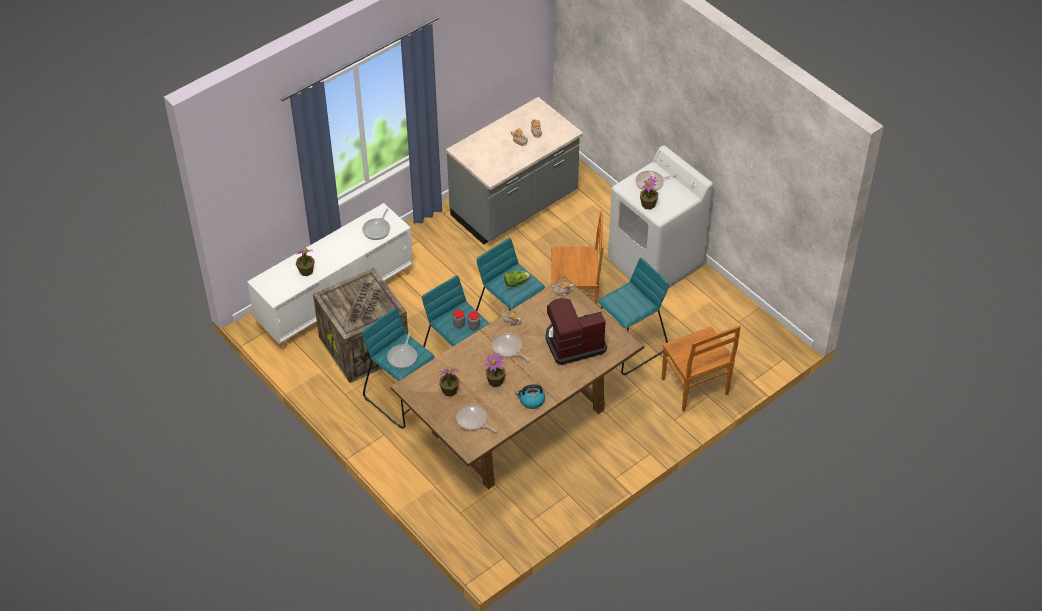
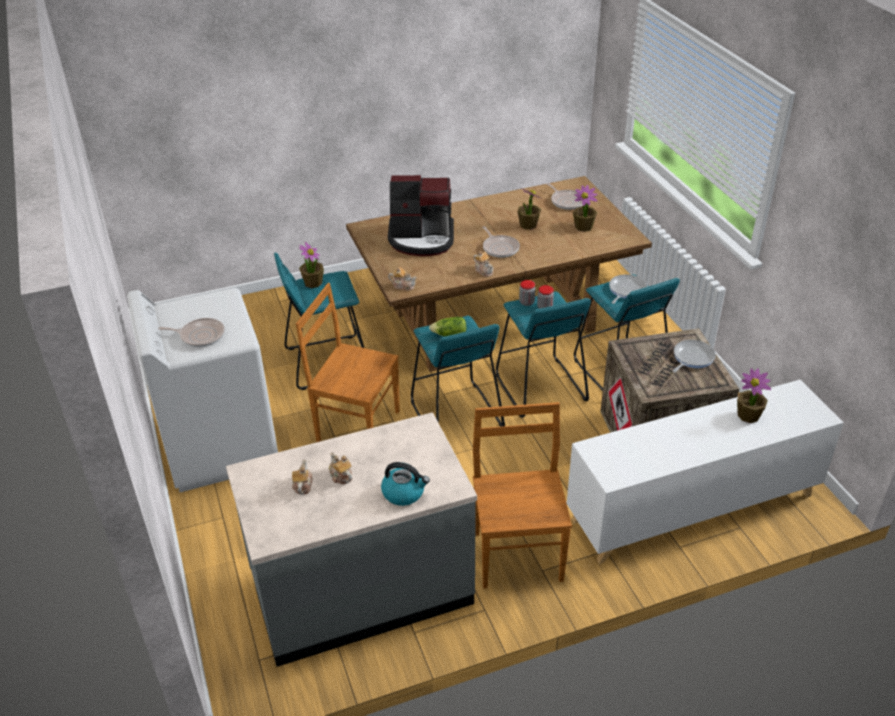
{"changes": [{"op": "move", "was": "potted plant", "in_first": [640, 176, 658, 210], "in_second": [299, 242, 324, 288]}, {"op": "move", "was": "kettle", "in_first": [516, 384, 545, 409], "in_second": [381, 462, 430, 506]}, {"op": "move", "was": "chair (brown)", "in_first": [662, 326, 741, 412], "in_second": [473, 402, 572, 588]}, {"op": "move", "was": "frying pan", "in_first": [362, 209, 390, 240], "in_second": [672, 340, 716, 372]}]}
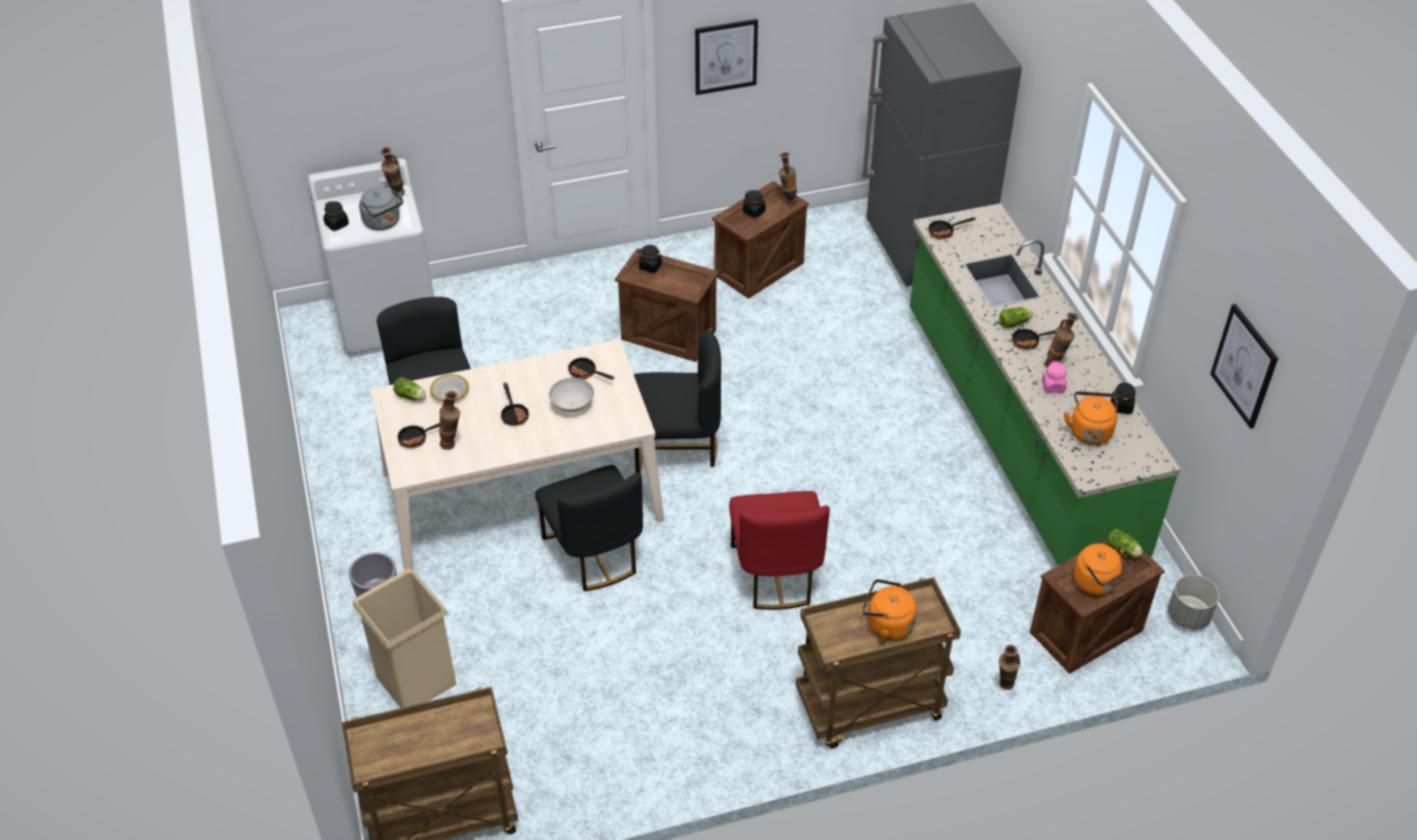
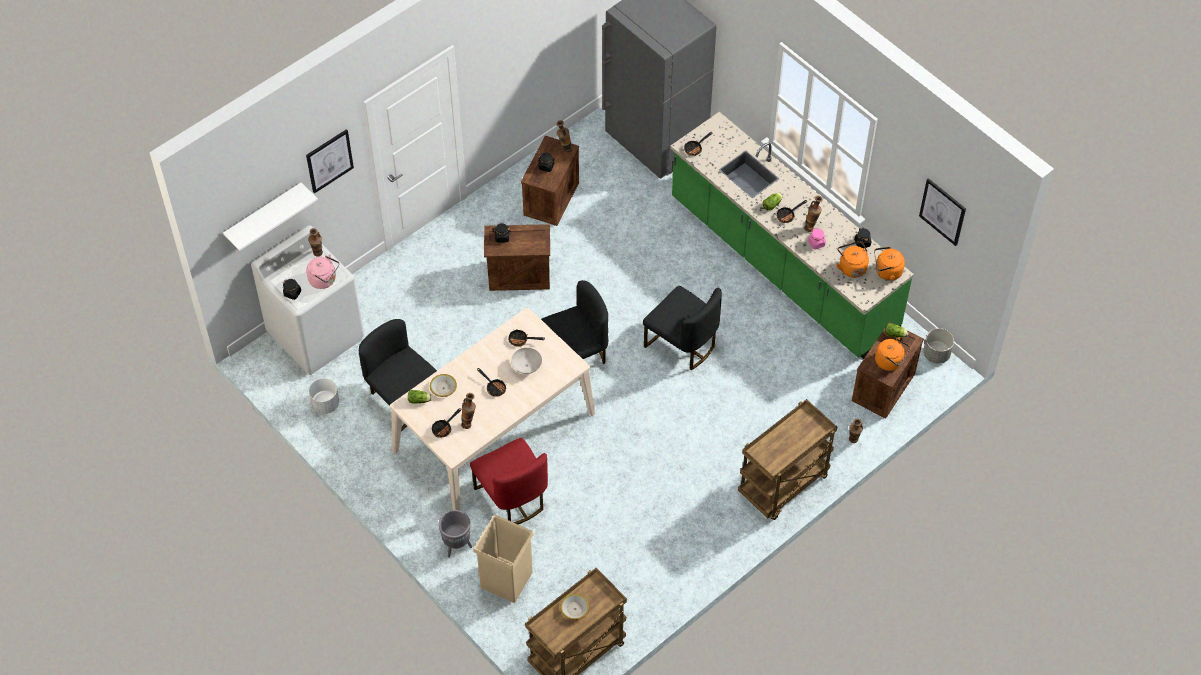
{"changes": [{"op": "insert", "now": "shelf (white)", "in_second": [223, 182, 318, 251]}, {"op": "move", "was": "picture", "in_first": [695, 19, 758, 95], "in_second": [306, 129, 354, 194]}, {"op": "recolor", "was": "kettle (grey)", "now": "kettle (pink)", "in_first": [359, 187, 403, 231], "in_second": [306, 254, 339, 289]}, {"op": "insert", "now": "planter (white)", "in_second": [309, 378, 339, 414]}, {"op": "move", "was": "chair (red)", "in_first": [729, 491, 830, 610], "in_second": [470, 438, 548, 524]}, {"op": "insert", "now": "bowl", "in_second": [560, 594, 589, 620]}, {"op": "move", "was": "chair (black)", "in_first": [535, 465, 643, 591], "in_second": [643, 286, 722, 370]}, {"op": "move", "was": "kettle (orange)", "in_first": [862, 579, 917, 640], "in_second": [874, 247, 905, 281]}]}
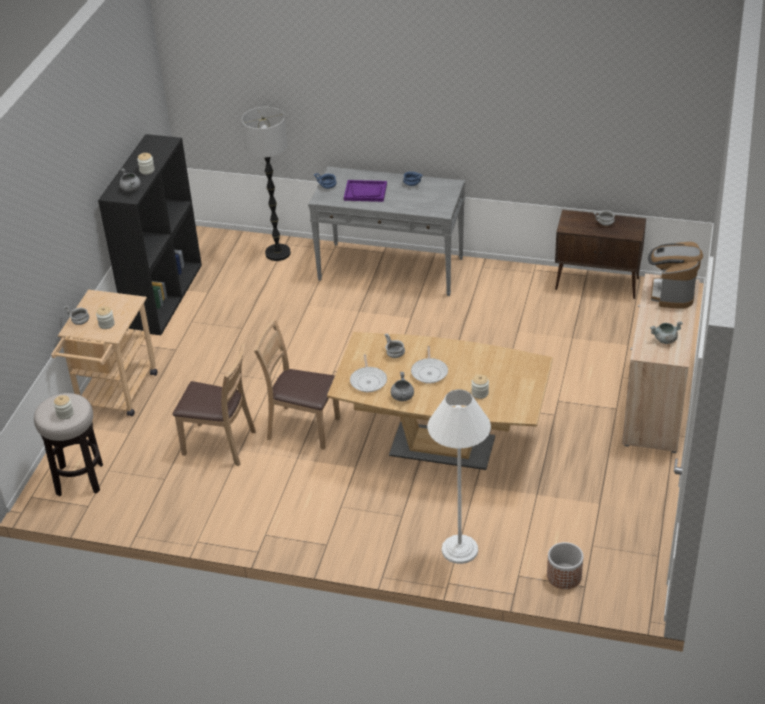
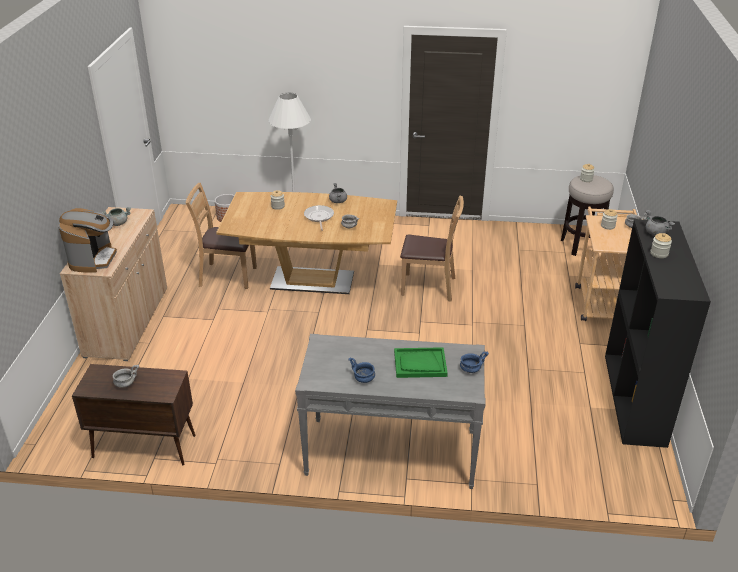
{"changes": [{"op": "move", "was": "chair (brown)", "in_first": [173, 344, 256, 466], "in_second": [186, 183, 257, 289]}, {"op": "recolor", "was": "tray (purple)", "now": "tray (green)", "in_first": [344, 180, 387, 202], "in_second": [394, 347, 448, 378]}, {"op": "delete", "was": "floor lamp", "in_first": [242, 107, 291, 261]}, {"op": "delete", "was": "frying pan", "in_first": [350, 354, 387, 392]}]}
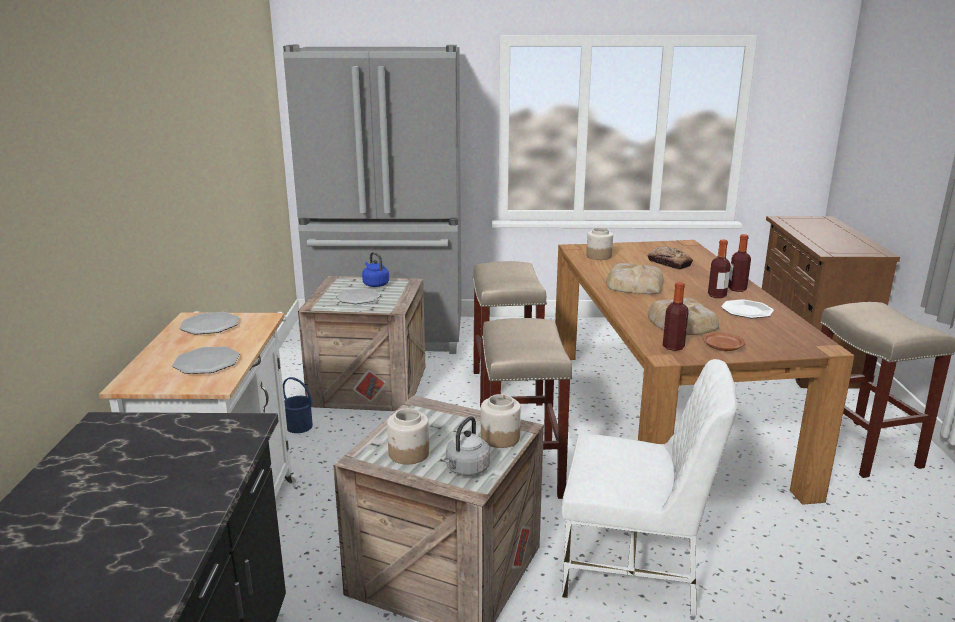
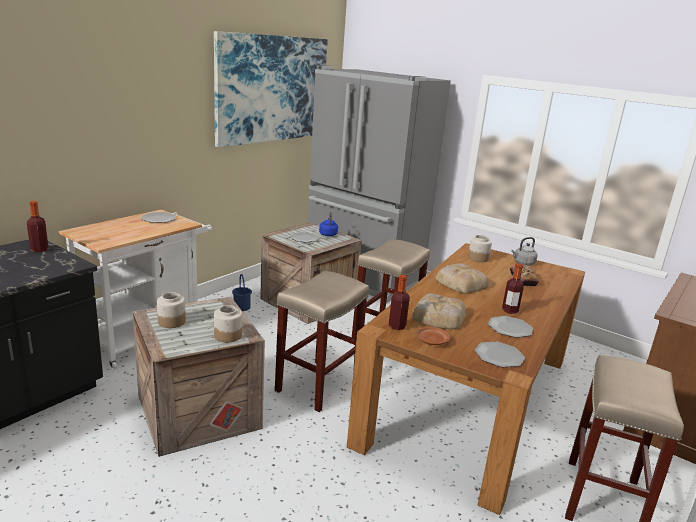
{"changes": [{"op": "move", "was": "bottle", "in_first": [728, 234, 751, 292], "in_second": [27, 201, 49, 252]}, {"op": "insert", "now": "picture", "in_second": [214, 31, 328, 148]}, {"op": "move", "was": "plate", "in_first": [172, 346, 240, 374], "in_second": [474, 342, 525, 367]}, {"op": "move", "was": "kettle (grey)", "in_first": [444, 416, 490, 476], "in_second": [511, 237, 538, 265]}, {"op": "delete", "was": "chair (white)", "in_first": [561, 359, 737, 616]}]}
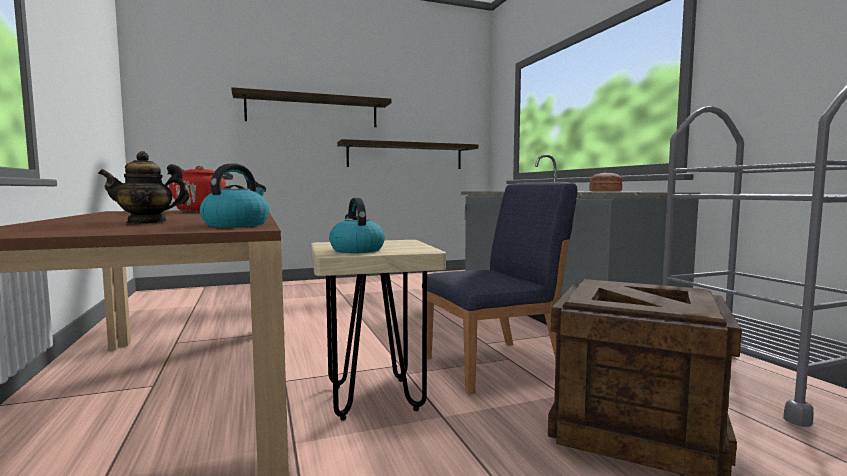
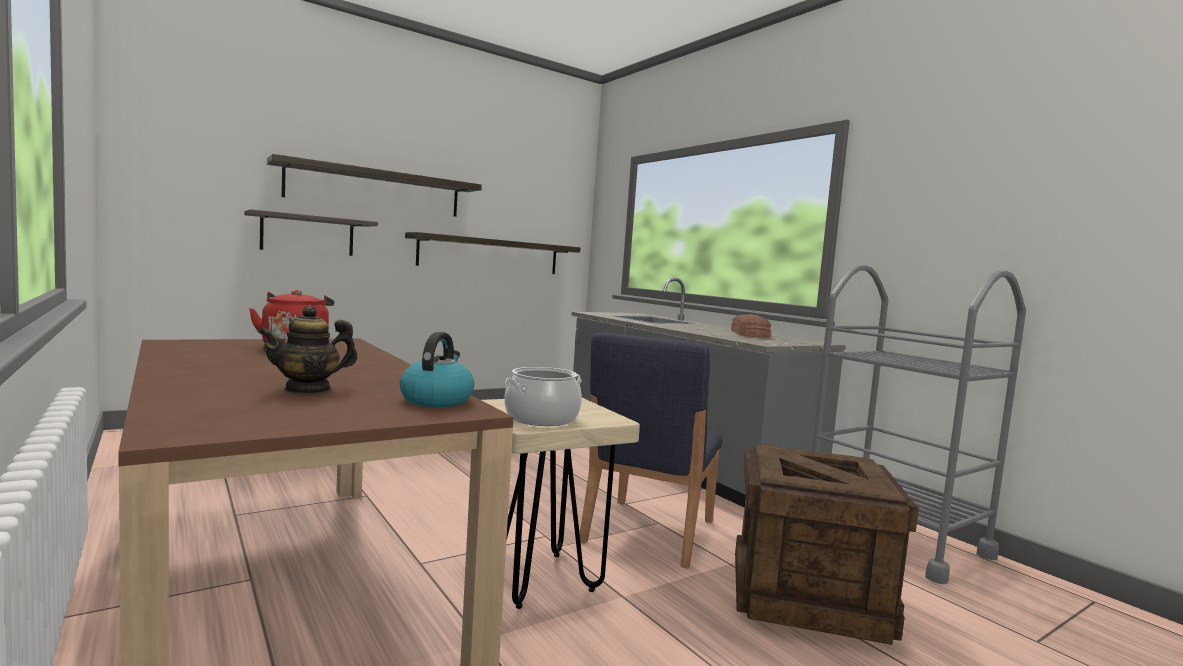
{"changes": [{"op": "insert", "now": "shelf", "in_second": [244, 209, 378, 256]}, {"op": "replace", "was": "kettle", "now": "cooking pot", "in_first": [329, 198, 385, 253], "in_second": [504, 367, 582, 426]}, {"op": "rotate", "was": "chair (blue)", "in_first": [427, 182, 577, 394], "in_second": [580, 333, 723, 569], "clockwise": 150}]}
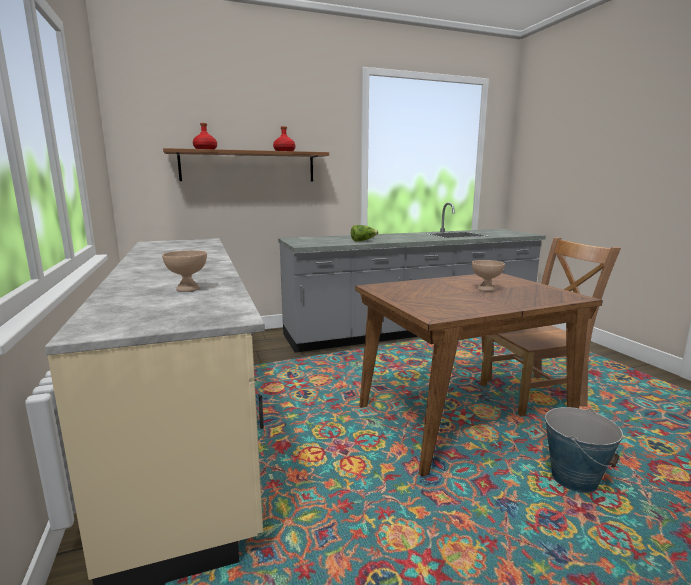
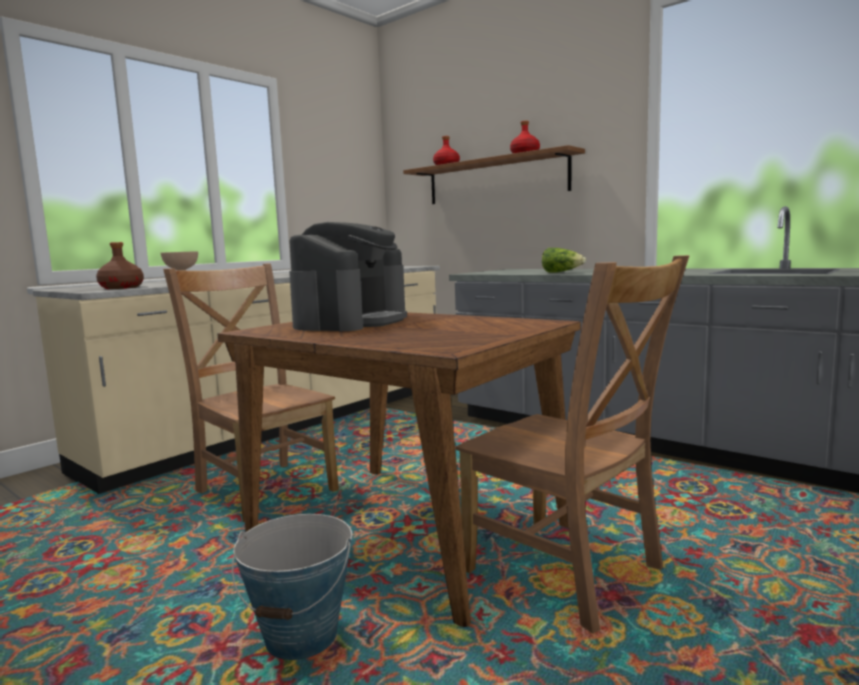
{"changes": [{"op": "insert", "now": "bottle (brown)", "in_second": [96, 242, 144, 289]}, {"op": "insert", "now": "chair (brown)", "in_second": [163, 263, 339, 523]}, {"op": "insert", "now": "coffee machine", "in_second": [289, 222, 407, 331]}, {"op": "delete", "was": "bowl (beige)", "in_first": [472, 260, 505, 291]}]}
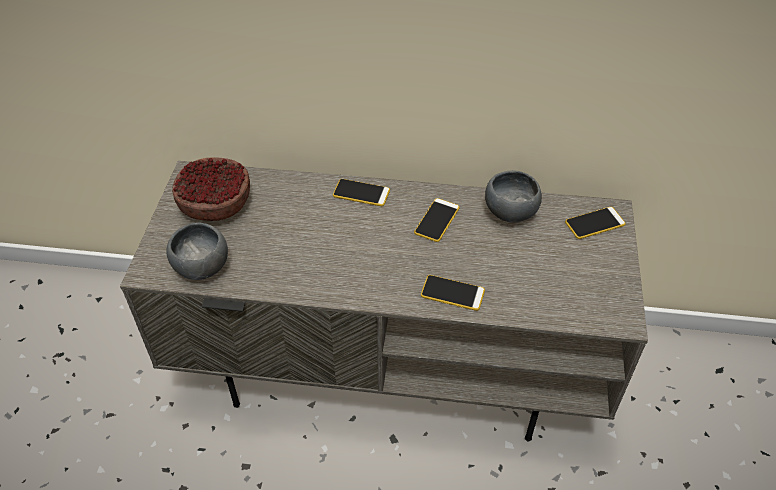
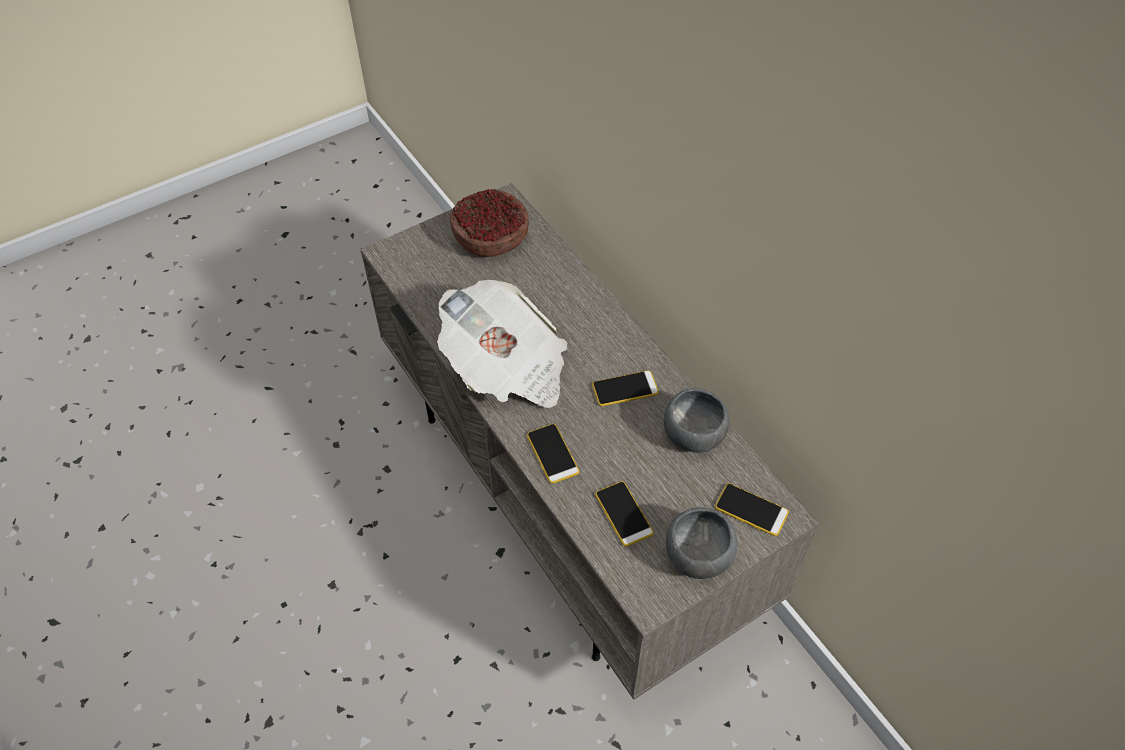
{"changes": [{"op": "insert", "now": "newspaper", "in_second": [437, 280, 567, 408]}, {"op": "move", "was": "phone", "in_first": [333, 179, 390, 206], "in_second": [595, 481, 654, 546]}, {"op": "move", "was": "bowl (grey)", "in_first": [167, 222, 228, 280], "in_second": [666, 507, 737, 579]}]}
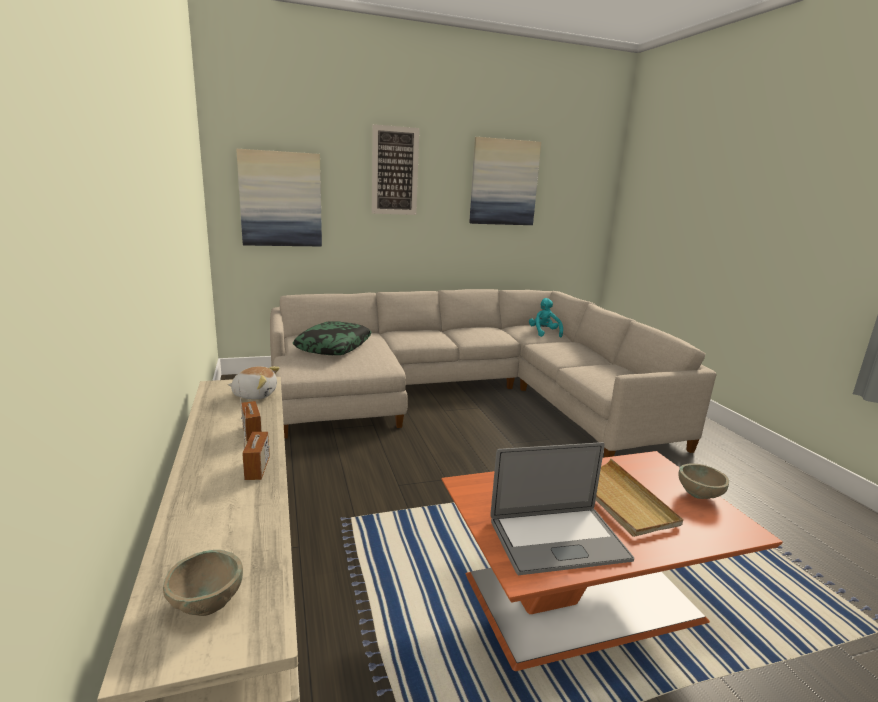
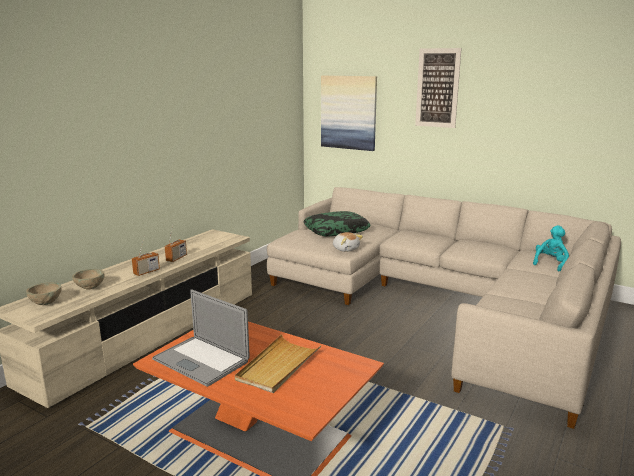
{"changes": [{"op": "move", "was": "bowl (beige)", "in_first": [678, 463, 729, 499], "in_second": [72, 269, 105, 290]}, {"op": "move", "was": "plush toy", "in_first": [228, 366, 280, 400], "in_second": [333, 232, 363, 252]}, {"op": "delete", "was": "picture", "in_first": [469, 137, 541, 225]}]}
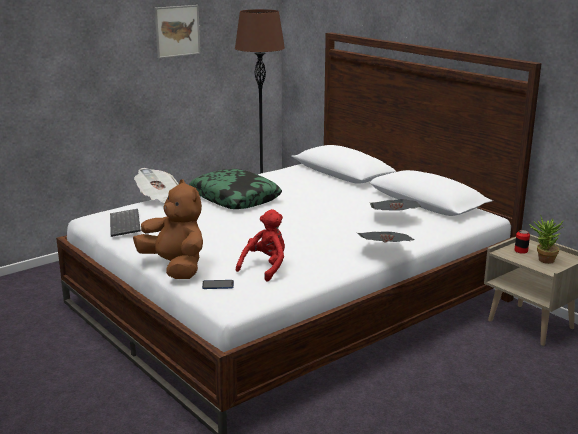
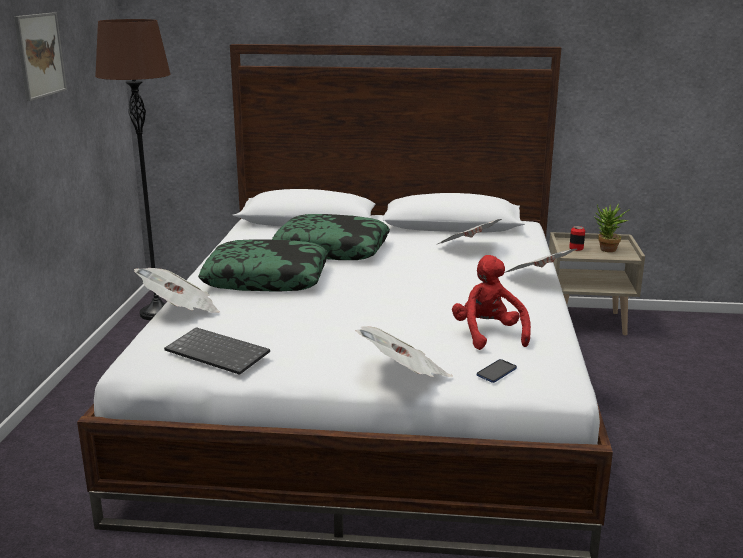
{"changes": [{"op": "insert", "now": "pillow", "in_second": [272, 214, 390, 260]}, {"op": "replace", "was": "plush toy (brown)", "now": "newspaper", "in_first": [133, 179, 203, 279], "in_second": [355, 326, 453, 377]}]}
